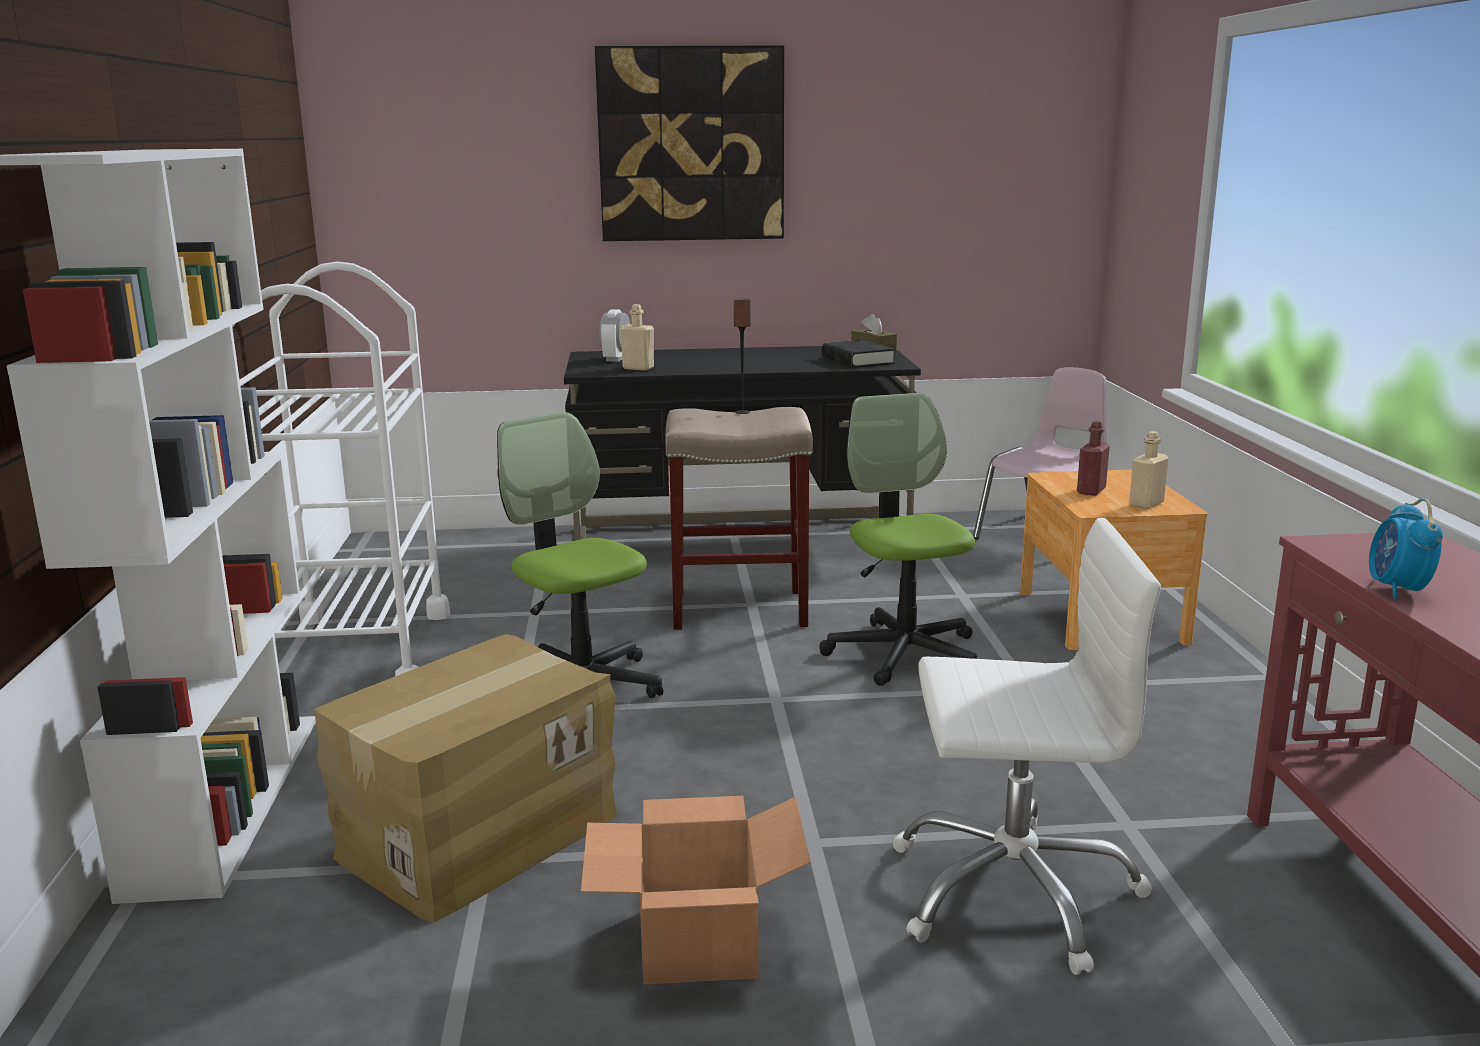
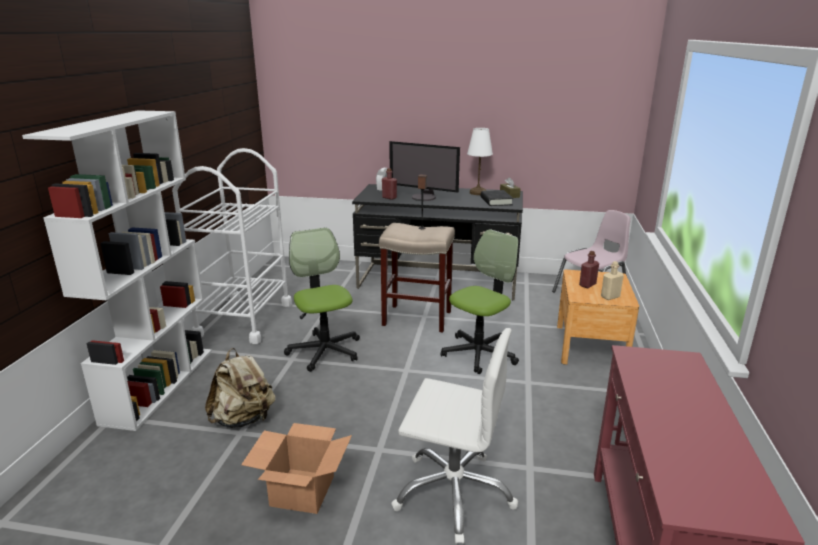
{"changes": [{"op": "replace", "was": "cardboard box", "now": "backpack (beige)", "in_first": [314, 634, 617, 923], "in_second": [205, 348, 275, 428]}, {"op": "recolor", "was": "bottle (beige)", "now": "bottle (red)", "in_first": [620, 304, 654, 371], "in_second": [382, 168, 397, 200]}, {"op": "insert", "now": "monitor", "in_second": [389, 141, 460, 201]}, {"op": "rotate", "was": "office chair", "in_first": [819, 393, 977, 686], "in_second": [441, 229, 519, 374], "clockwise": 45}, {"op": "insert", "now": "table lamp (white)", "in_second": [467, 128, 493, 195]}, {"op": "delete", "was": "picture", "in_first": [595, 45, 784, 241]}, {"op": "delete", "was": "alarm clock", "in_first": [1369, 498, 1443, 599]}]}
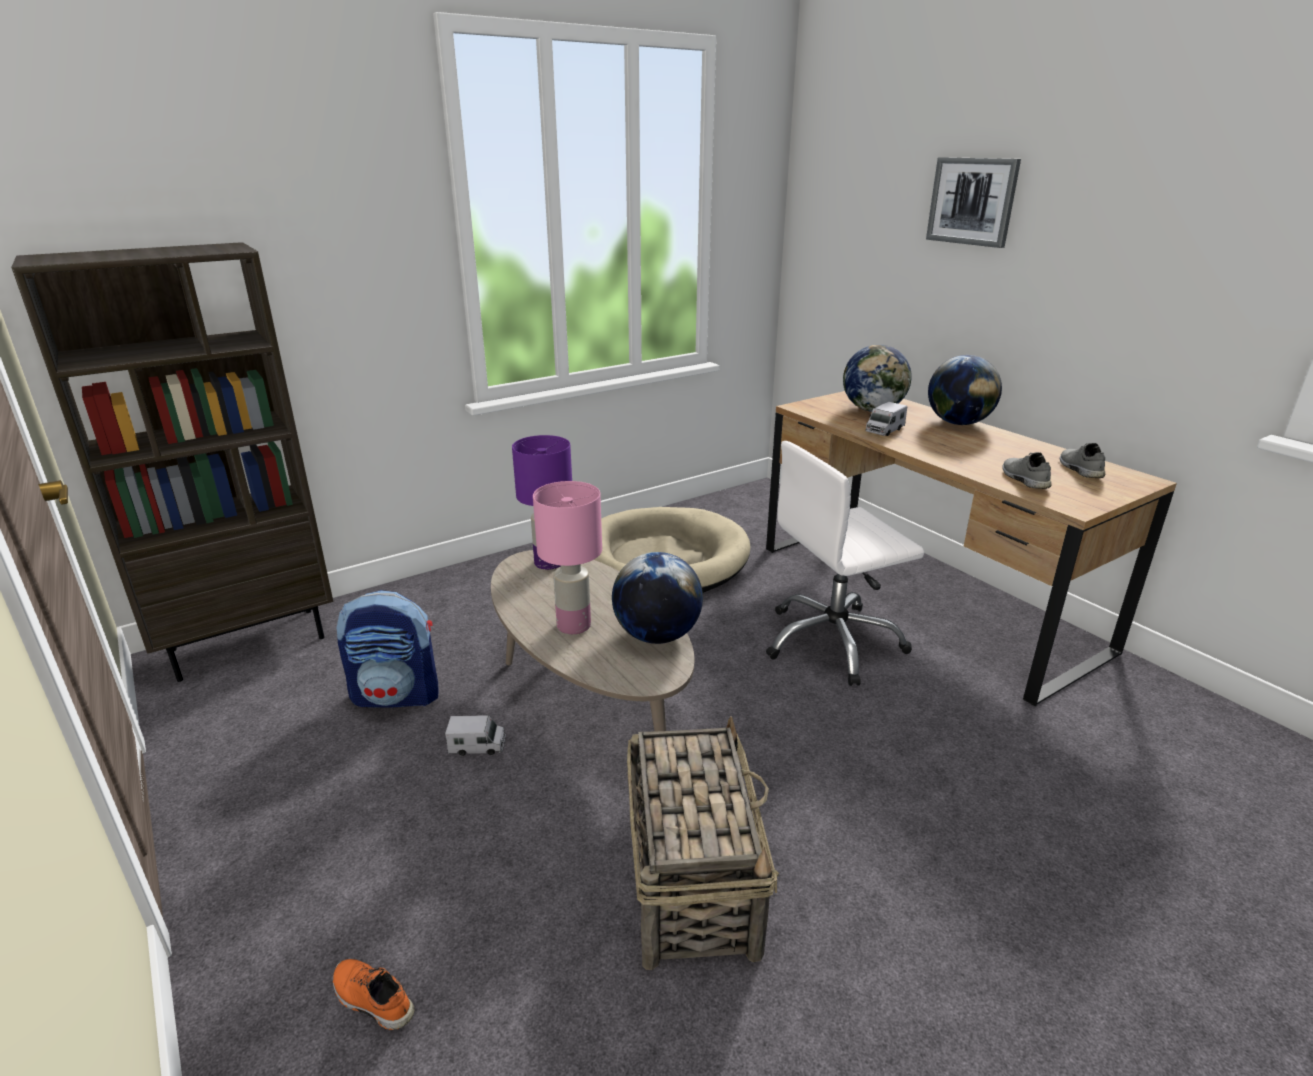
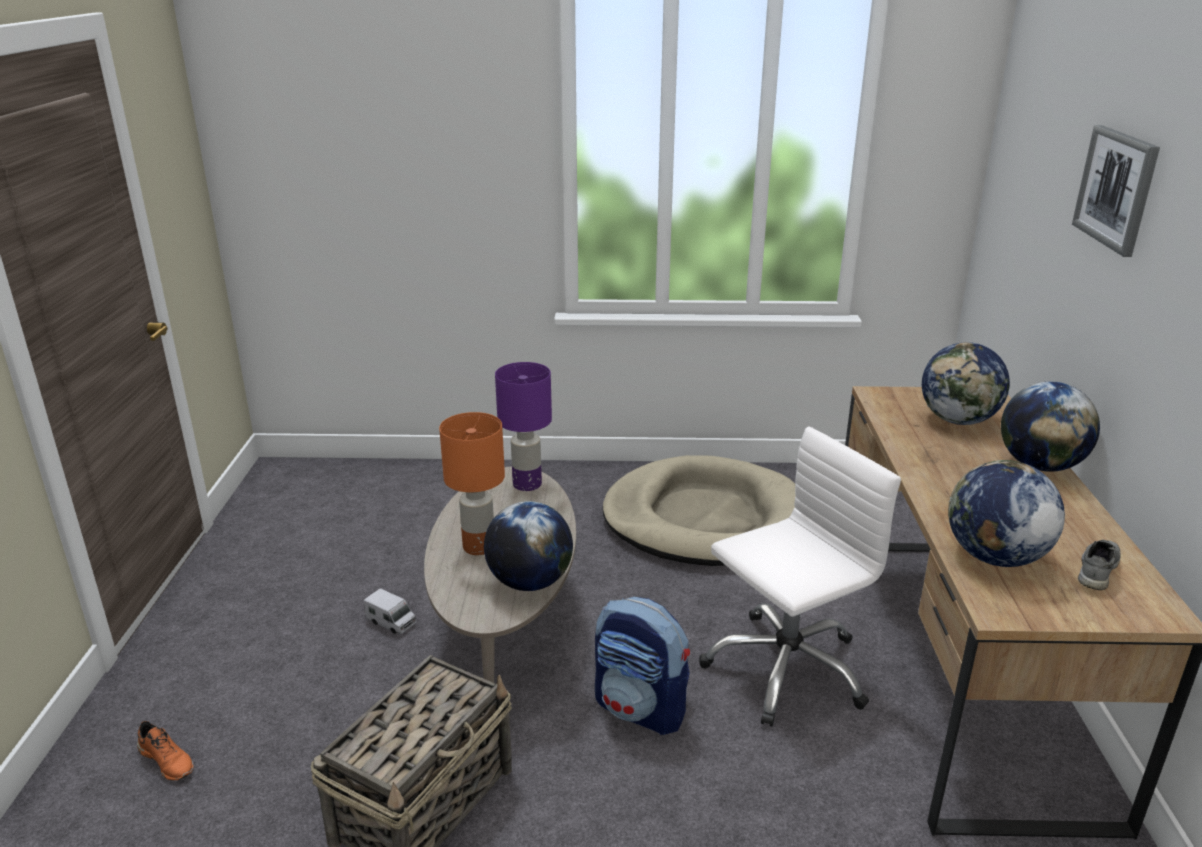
{"changes": [{"op": "rotate", "was": "shoe (orange)", "in_first": [333, 959, 415, 1030], "in_second": [137, 721, 194, 780], "clockwise": 150}, {"op": "recolor", "was": "table lamp (pink)", "now": "table lamp (orange)", "in_first": [533, 481, 602, 634], "in_second": [439, 412, 505, 555]}, {"op": "move", "was": "backpack", "in_first": [336, 590, 439, 708], "in_second": [595, 597, 690, 735]}, {"op": "rotate", "was": "office chair (white)", "in_first": [766, 441, 924, 686], "in_second": [699, 426, 901, 727], "clockwise": 135}, {"op": "replace", "was": "shoe (grey)", "now": "globe", "in_first": [1003, 452, 1052, 489], "in_second": [948, 460, 1065, 567]}, {"op": "delete", "was": "bookcase (brown)", "in_first": [11, 242, 333, 682]}, {"op": "delete", "was": "toy truck", "in_first": [865, 402, 907, 436]}]}
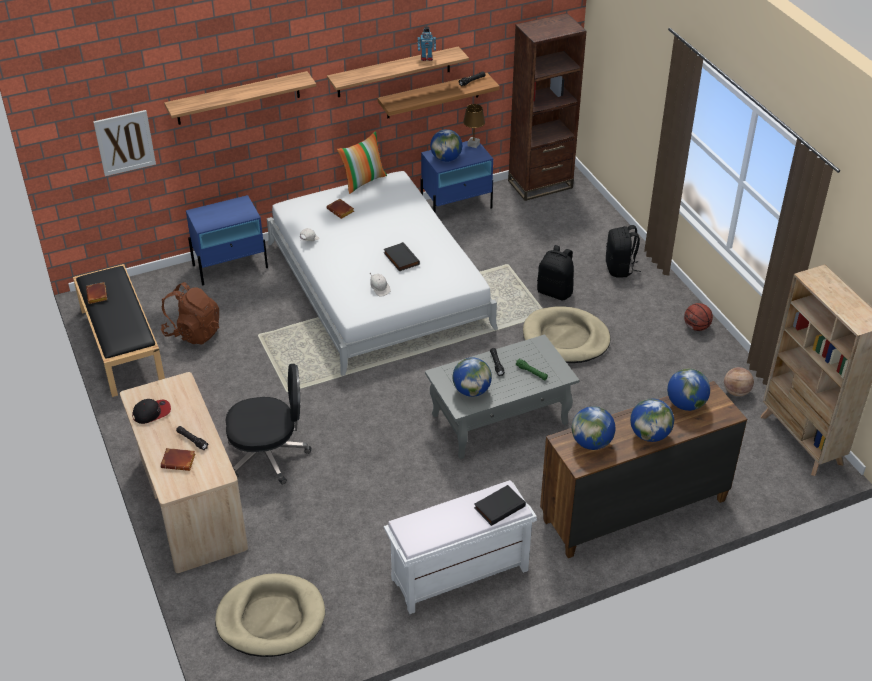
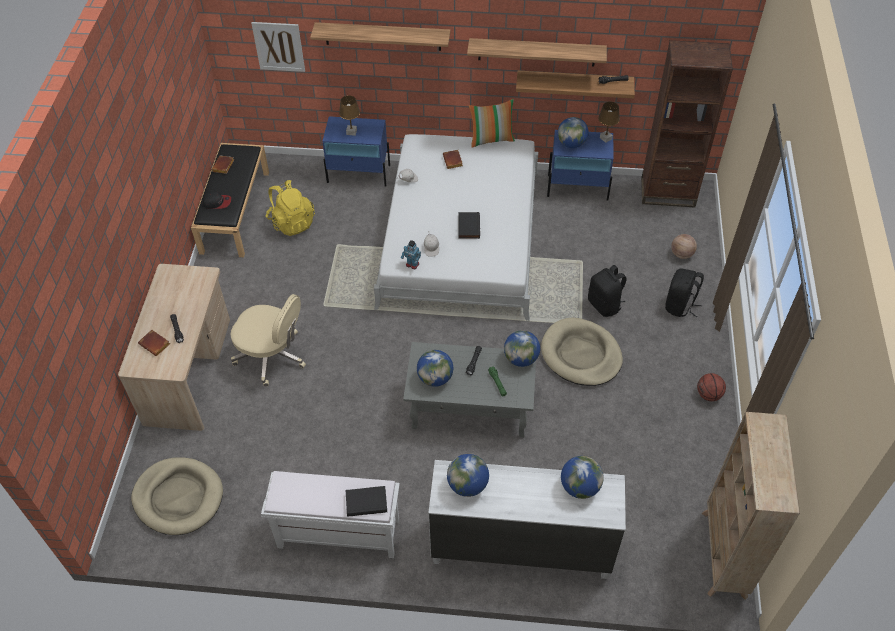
{"changes": [{"op": "move", "was": "cap", "in_first": [132, 399, 171, 424], "in_second": [203, 191, 231, 209]}, {"op": "recolor", "was": "office chair (black)", "now": "office chair (beige)", "in_first": [226, 364, 311, 485], "in_second": [230, 294, 306, 387]}, {"op": "recolor", "was": "backpack (brown)", "now": "backpack (yellow)", "in_first": [161, 282, 219, 345], "in_second": [266, 180, 315, 236]}, {"op": "insert", "now": "table lamp (brown)", "in_second": [339, 95, 360, 136]}, {"op": "move", "was": "toy robot", "in_first": [418, 27, 436, 61], "in_second": [401, 240, 421, 269]}, {"op": "recolor", "was": "dresser (brown)", "now": "dresser (white)", "in_first": [540, 381, 747, 558], "in_second": [428, 460, 626, 579]}, {"op": "move", "was": "globe", "in_first": [630, 399, 674, 442], "in_second": [504, 330, 540, 367]}, {"op": "move", "was": "basketball", "in_first": [724, 367, 754, 396], "in_second": [671, 234, 697, 259]}]}
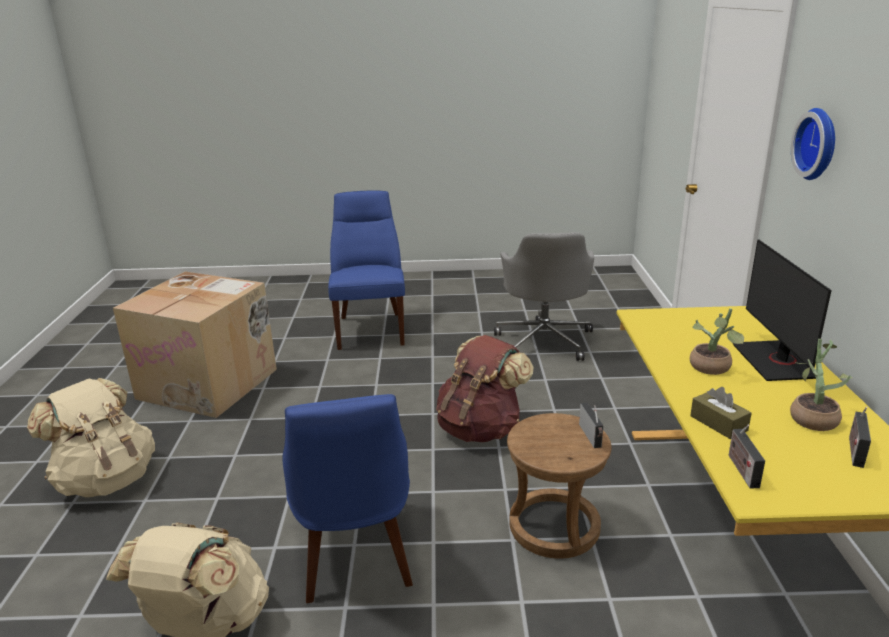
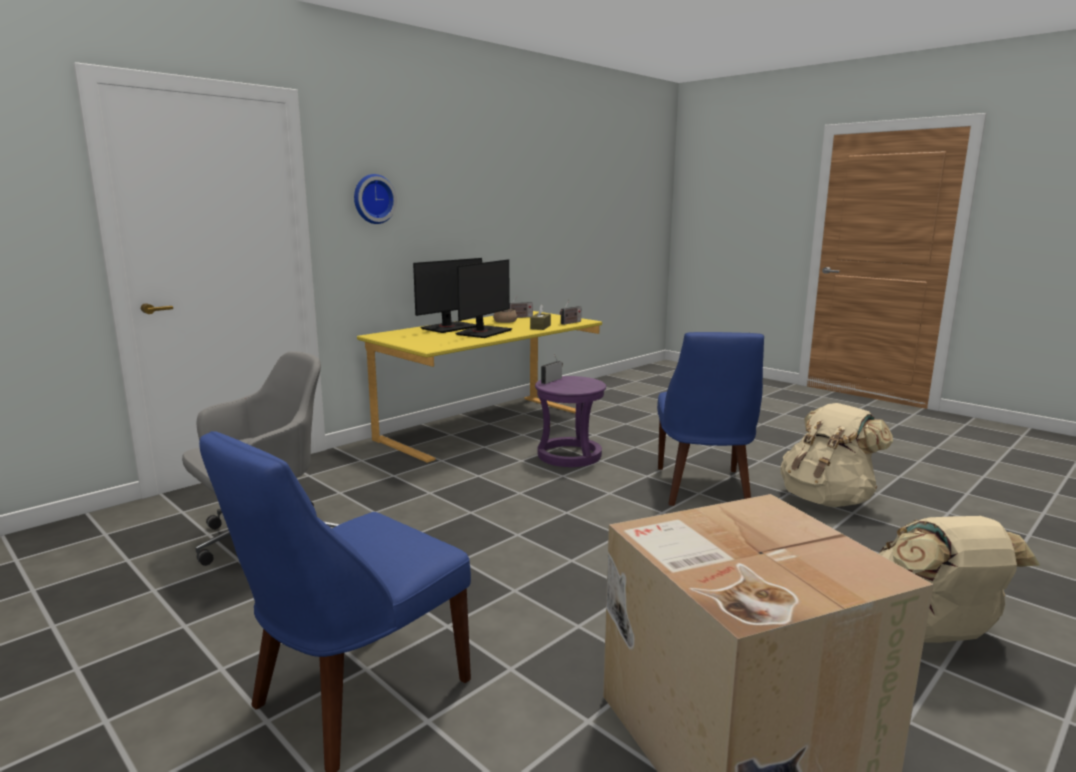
{"changes": [{"op": "replace", "was": "potted plant", "now": "monitor", "in_first": [690, 308, 744, 375], "in_second": [455, 259, 513, 338]}, {"op": "recolor", "was": "stool (brown)", "now": "stool (purple)", "in_first": [507, 413, 612, 559], "in_second": [535, 376, 606, 467]}, {"op": "rotate", "was": "chair (blue)", "in_first": [282, 394, 413, 603], "in_second": [657, 332, 764, 506], "clockwise": 150}, {"op": "delete", "was": "backpack (brown)", "in_first": [436, 335, 533, 442]}]}
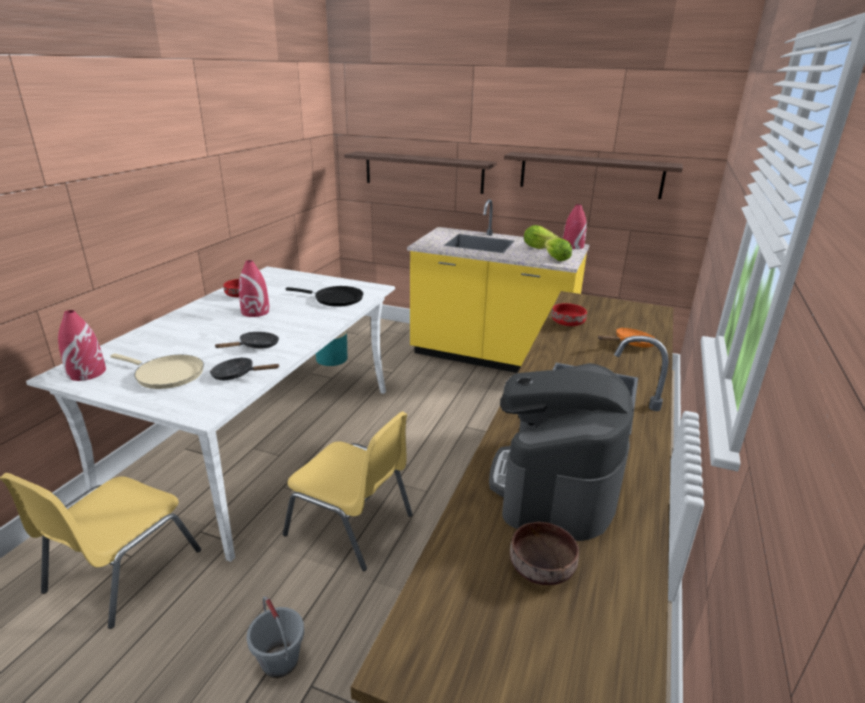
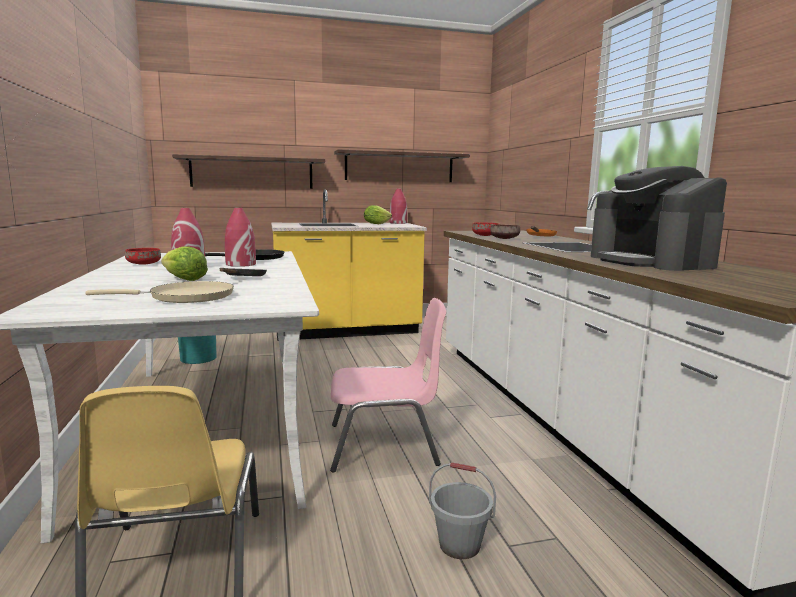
{"changes": [{"op": "move", "was": "lettuce", "in_first": [544, 237, 572, 261], "in_second": [161, 246, 208, 281]}, {"op": "move", "was": "vase (red)", "in_first": [58, 310, 106, 381], "in_second": [225, 208, 256, 267]}, {"op": "recolor", "was": "chair (yellow)", "now": "chair (pink)", "in_first": [283, 412, 413, 571], "in_second": [330, 298, 446, 473]}, {"op": "move", "was": "bowl (brown)", "in_first": [510, 522, 579, 585], "in_second": [491, 225, 520, 239]}, {"op": "delete", "was": "frying pan (black)", "in_first": [210, 357, 280, 380]}]}
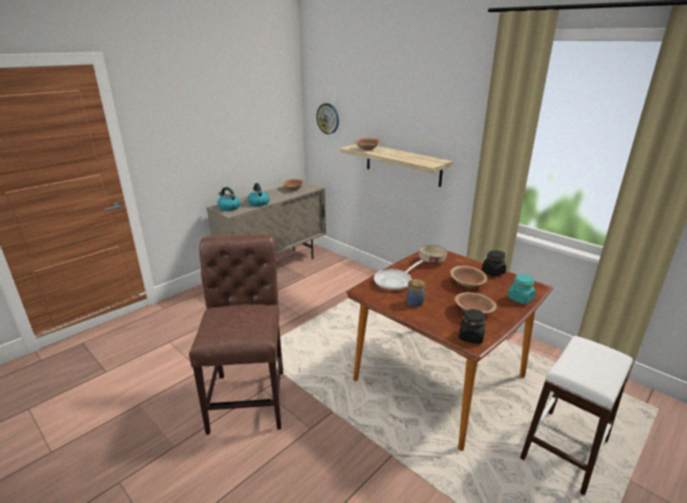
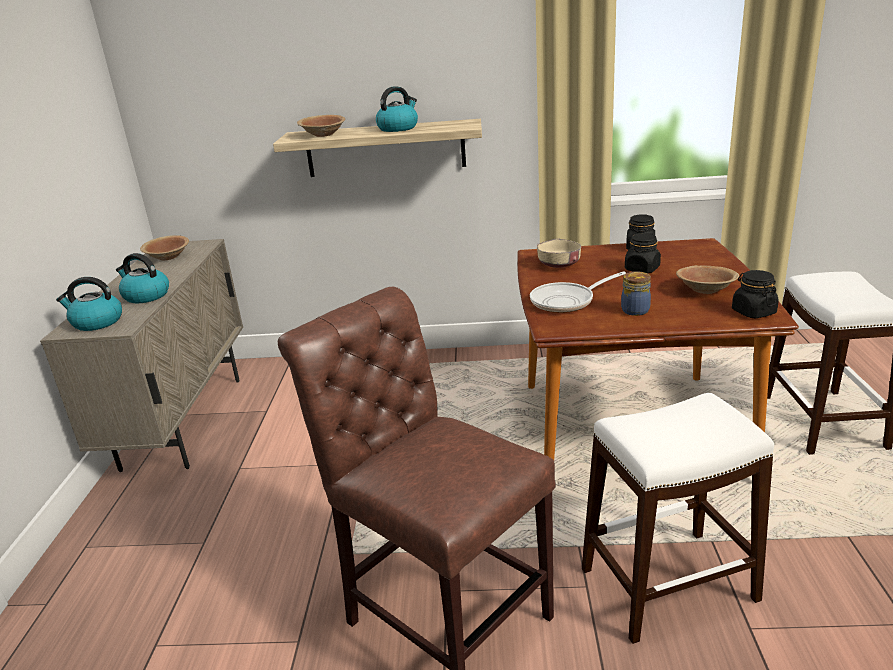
{"changes": [{"op": "insert", "now": "kettle", "in_second": [376, 86, 418, 132]}, {"op": "rotate", "was": "frying pan", "in_first": [374, 260, 423, 291], "in_second": [530, 271, 626, 313], "clockwise": 60}, {"op": "insert", "now": "stool (white)", "in_second": [582, 393, 774, 644]}, {"op": "replace", "was": "bowl (brown)", "now": "jar (black)", "in_first": [450, 266, 487, 288], "in_second": [625, 233, 661, 273]}, {"op": "delete", "was": "wall clock", "in_first": [316, 103, 339, 134]}, {"op": "delete", "was": "jar (turquoise)", "in_first": [508, 274, 535, 304]}]}
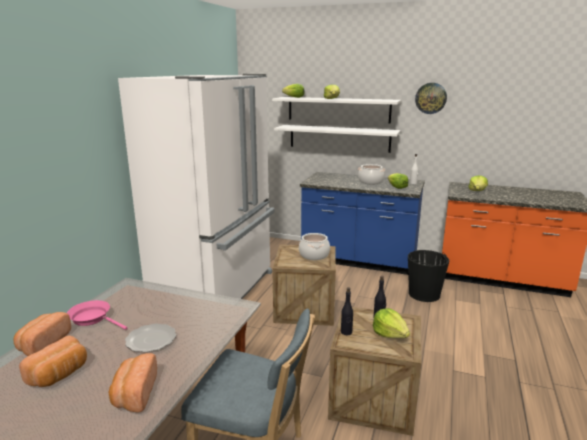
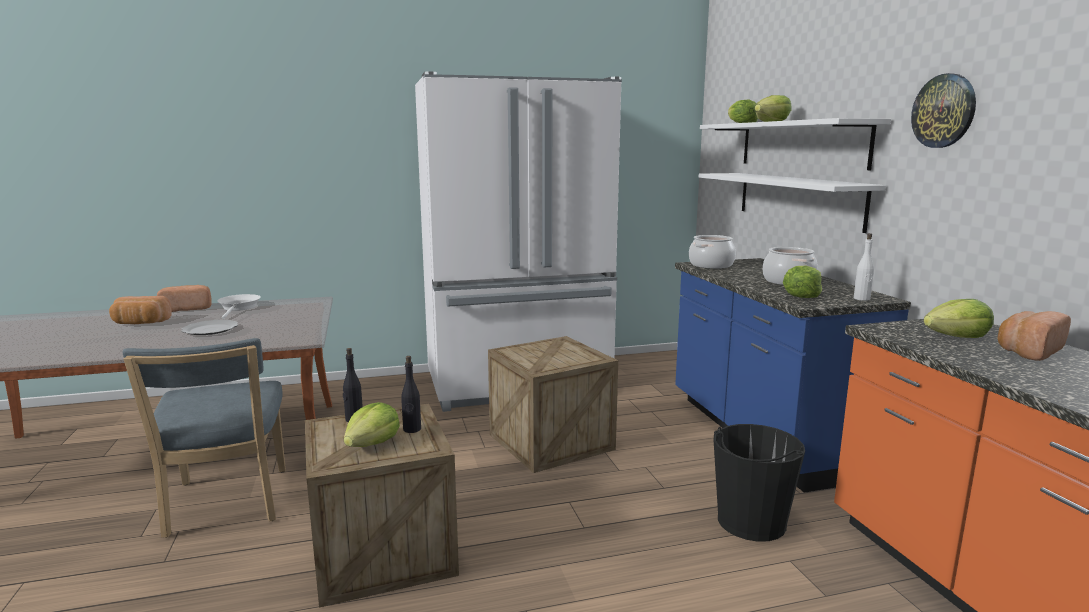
{"changes": [{"op": "recolor", "was": "frying pan (pink)", "now": "frying pan (white)", "in_first": [67, 300, 127, 330], "in_second": [217, 294, 261, 319]}, {"op": "move", "was": "cooking pot", "in_first": [299, 233, 330, 260], "in_second": [689, 235, 736, 269]}, {"op": "move", "was": "bread", "in_first": [109, 353, 157, 412], "in_second": [997, 311, 1071, 361]}]}
